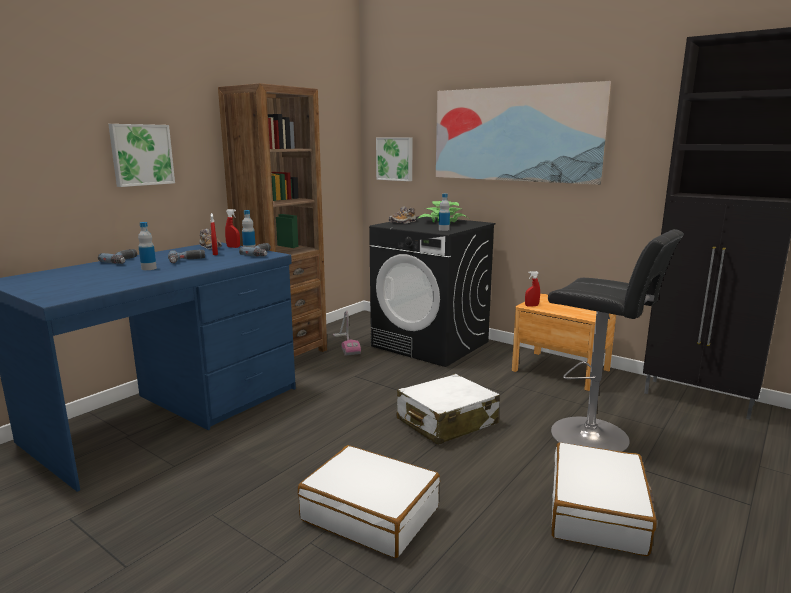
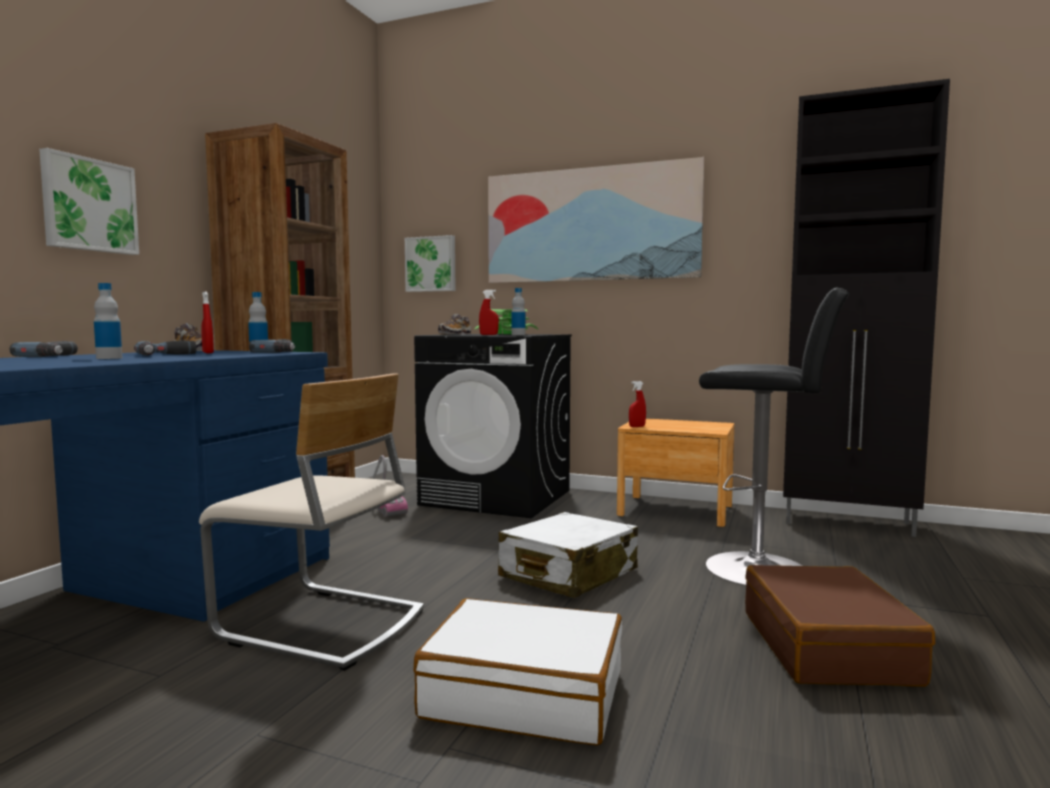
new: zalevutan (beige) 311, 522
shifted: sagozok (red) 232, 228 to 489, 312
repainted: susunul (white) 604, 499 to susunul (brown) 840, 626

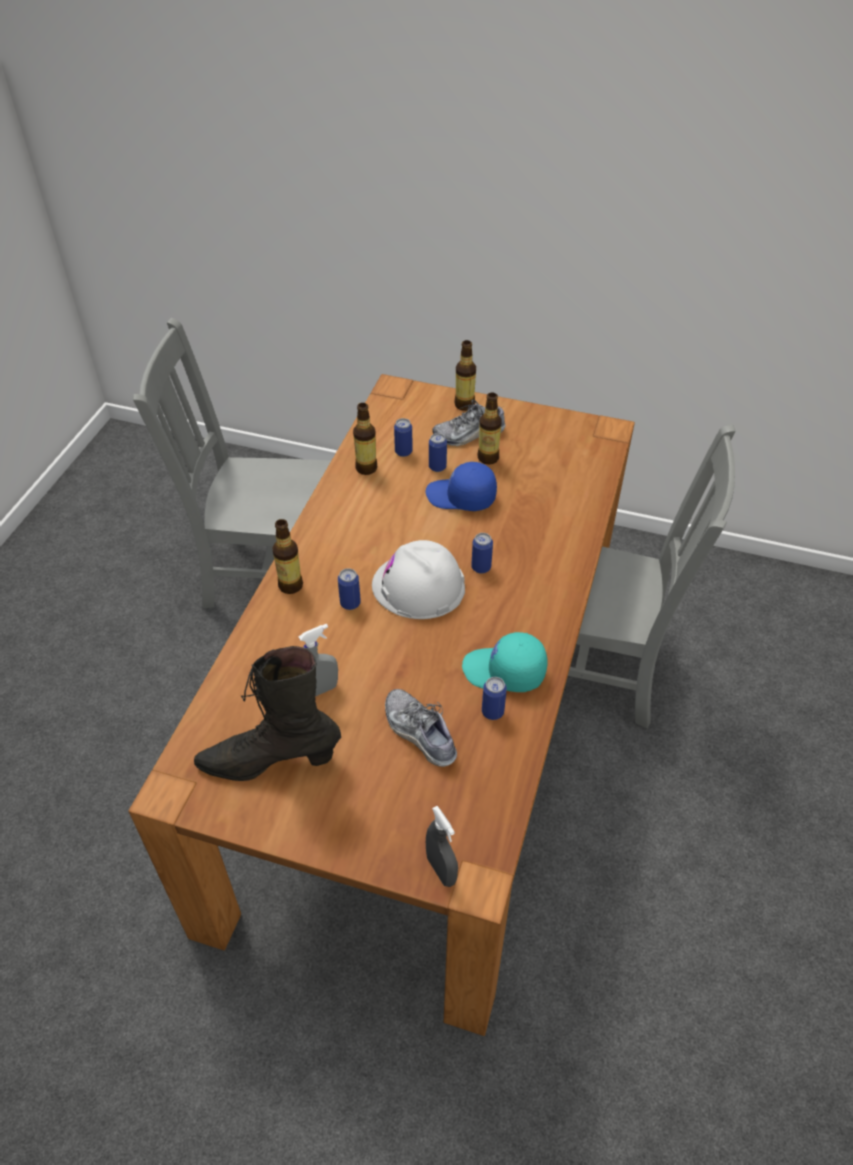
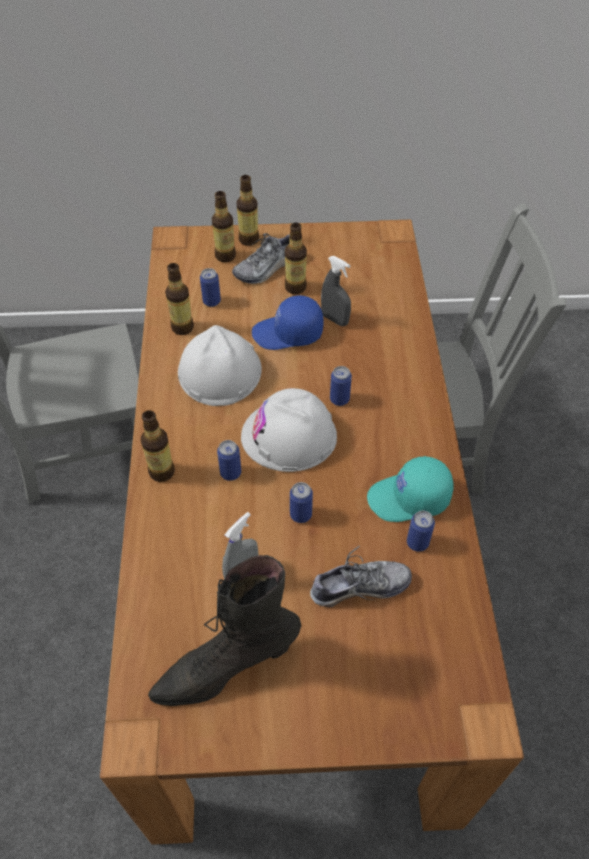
new: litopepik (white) 220, 365; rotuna 224, 226
shifted: sagozok (grey) 442, 846 to 336, 291; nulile 438, 452 to 301, 502
rotated: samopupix 421, 728 = 361, 576 135 degrees clockwise

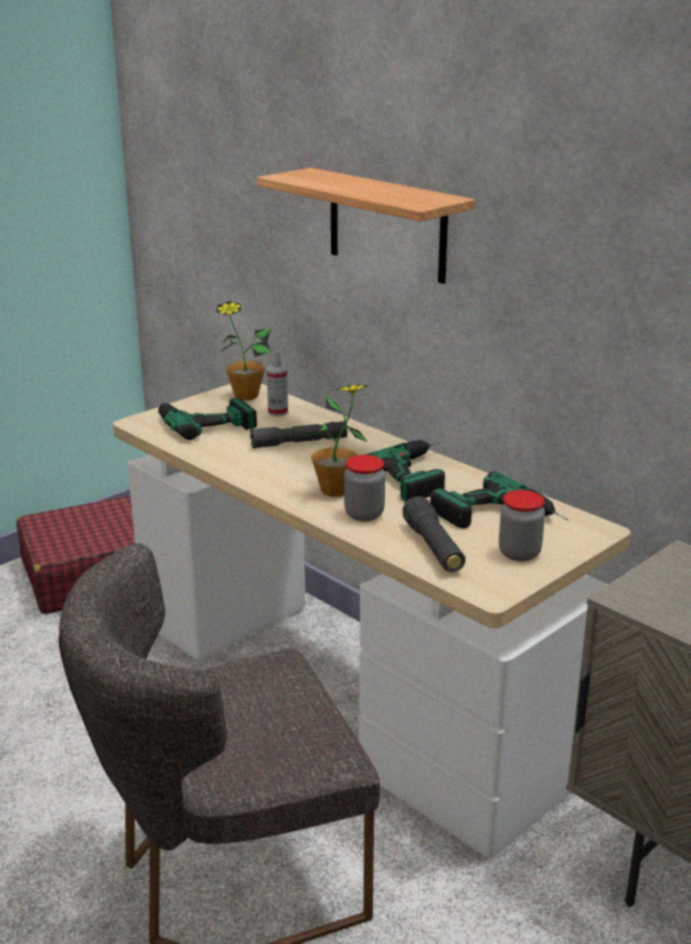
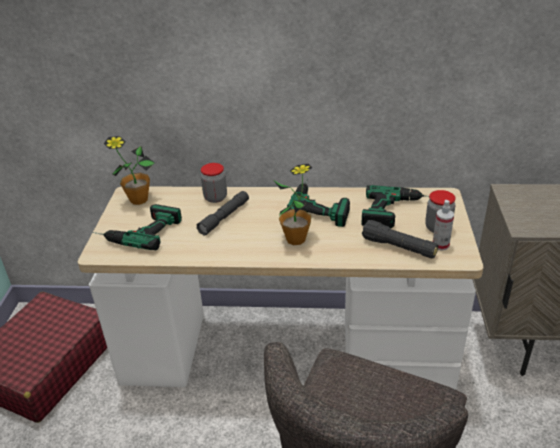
gone: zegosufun 366, 226
shifted: sagozok 277, 383 to 443, 225; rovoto 364, 488 to 214, 183

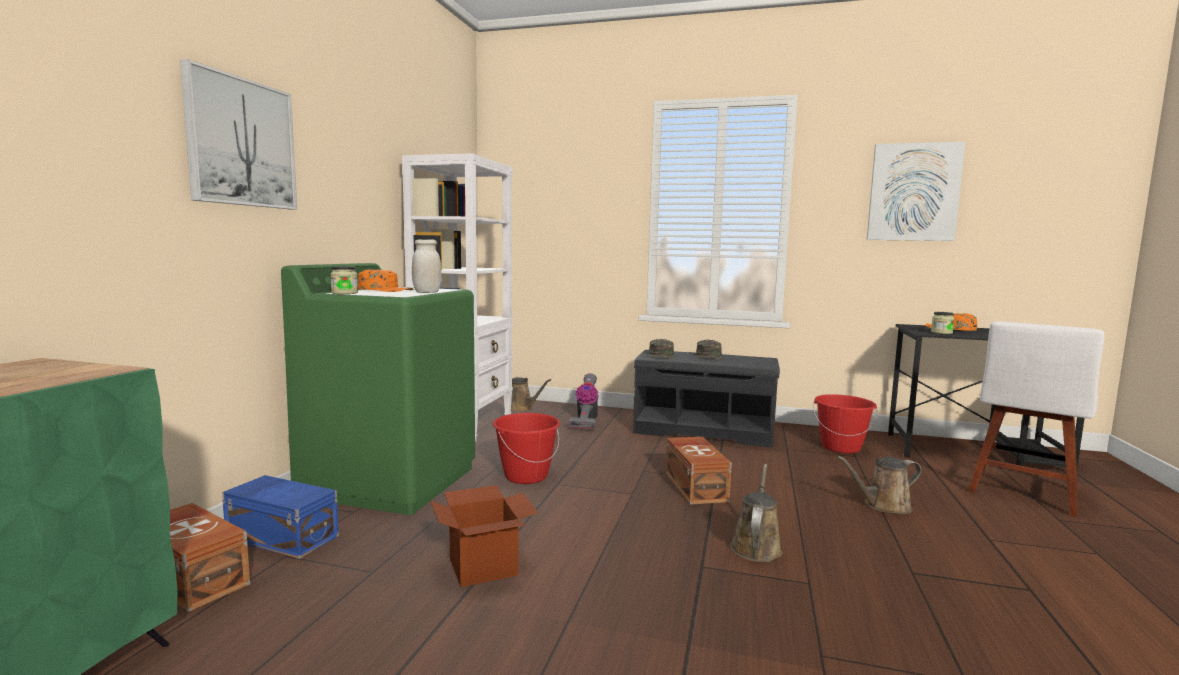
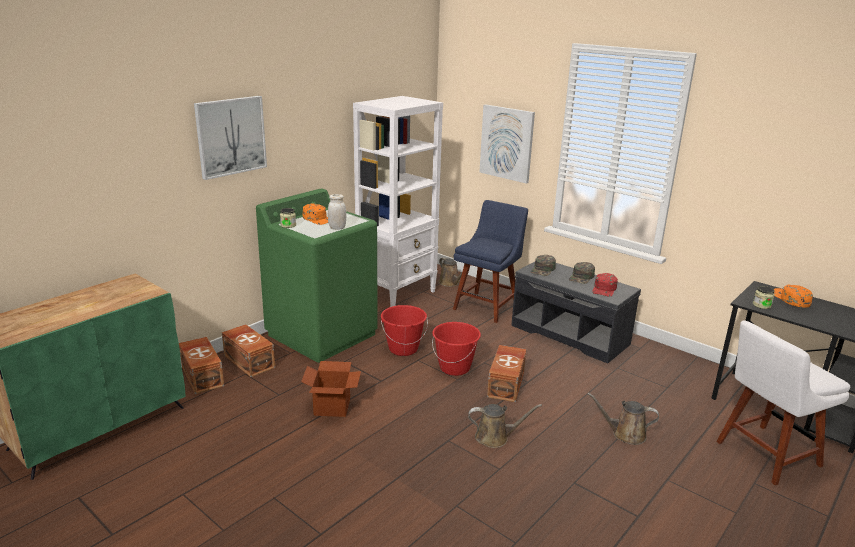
new: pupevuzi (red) 605, 285
shifted: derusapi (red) 845, 424 to 456, 349; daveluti 916, 191 to 507, 144
swapped: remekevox 583, 401 to zalevutan (blue) 490, 261
repainted: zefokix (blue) 280, 517 to zefokix (brown) 248, 350
rotated: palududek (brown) 756, 513 = 505, 426 45 degrees clockwise

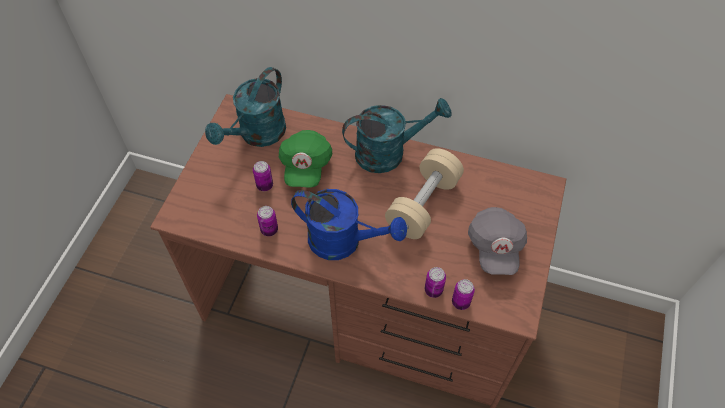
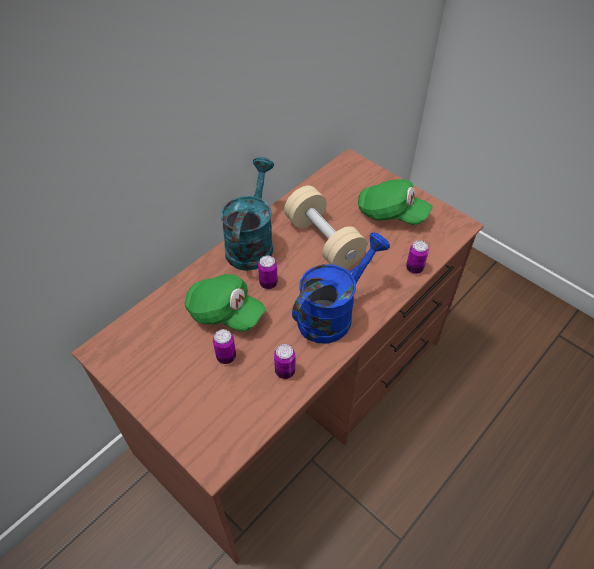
gone: palududek (turquoise) 245, 107
shifted: nulile 463, 294 to 268, 272
repainted: pupevuzi (grey) 497, 241 to pupevuzi (green) 395, 202

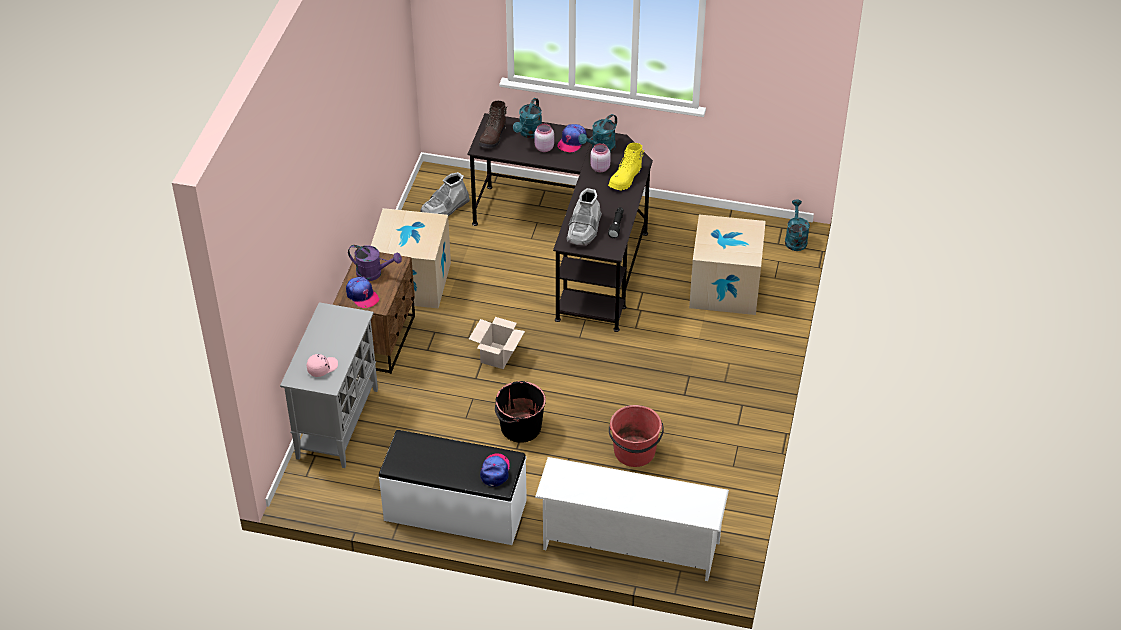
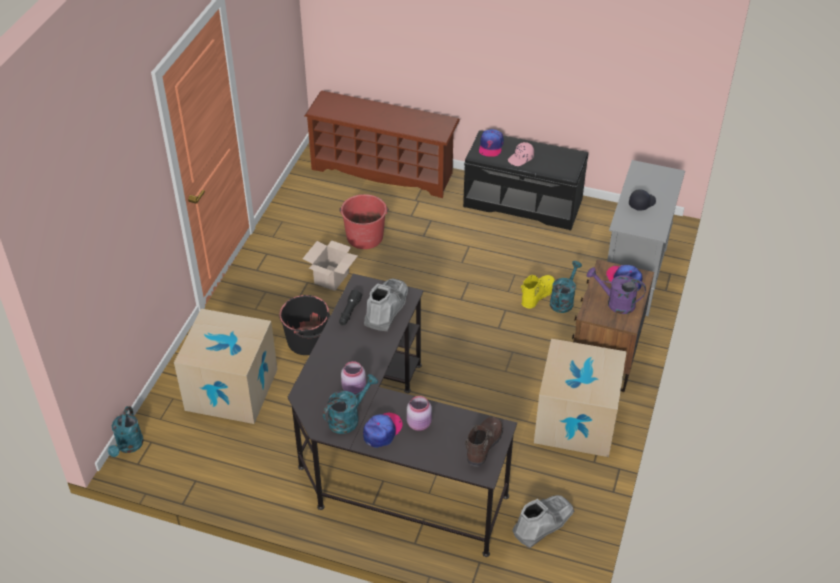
new: pupevuzi (black) 642, 200
shifted: pupevuzi (pink) 322, 365 to 521, 154; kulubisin 497, 343 to 330, 265; derusapi (black) 520, 412 to 304, 325; palududek (turquoise) 527, 118 to 566, 287; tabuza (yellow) 626, 166 to 538, 292
repainted: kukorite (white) 453, 487 to kukorite (black) 525, 180; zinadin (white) 632, 519 to zinadin (brown) 382, 144

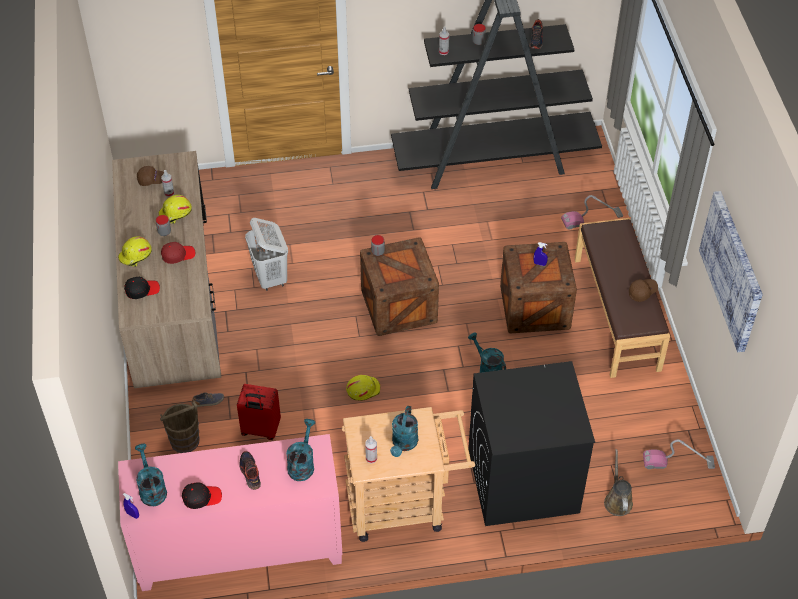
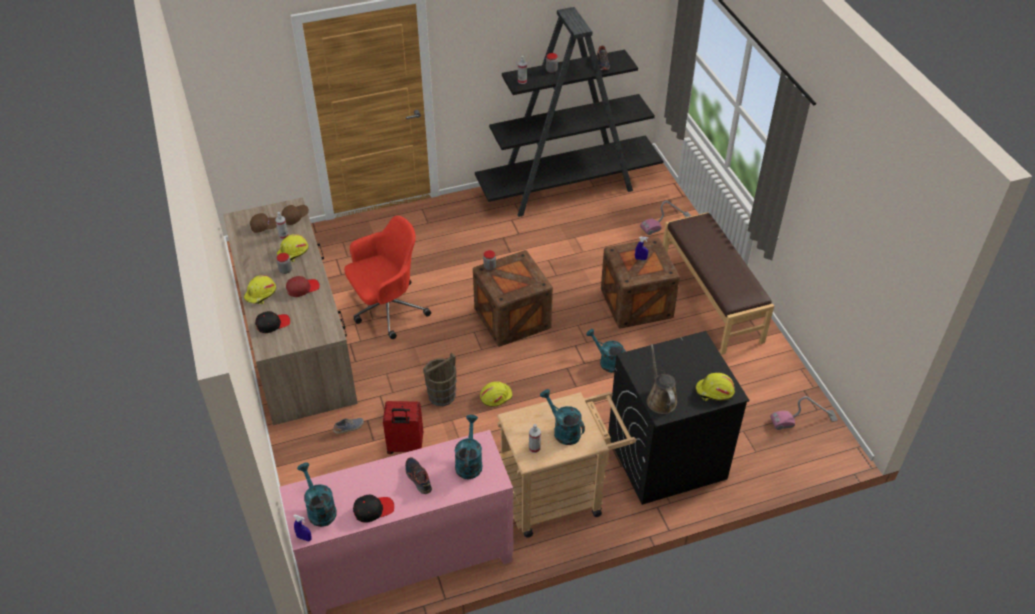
gone: daveluti 731, 271
new: litopepik (yellow) 715, 387
shifted: derusapi (brown) 180, 427 to 440, 379; palududek (brown) 618, 482 to 662, 379; pupevuzi (brown) 643, 290 to 295, 215
swapped: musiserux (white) 266, 254 to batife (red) 387, 277
rotated: palududek (turquoise) 404, 431 = 562, 417 135 degrees clockwise

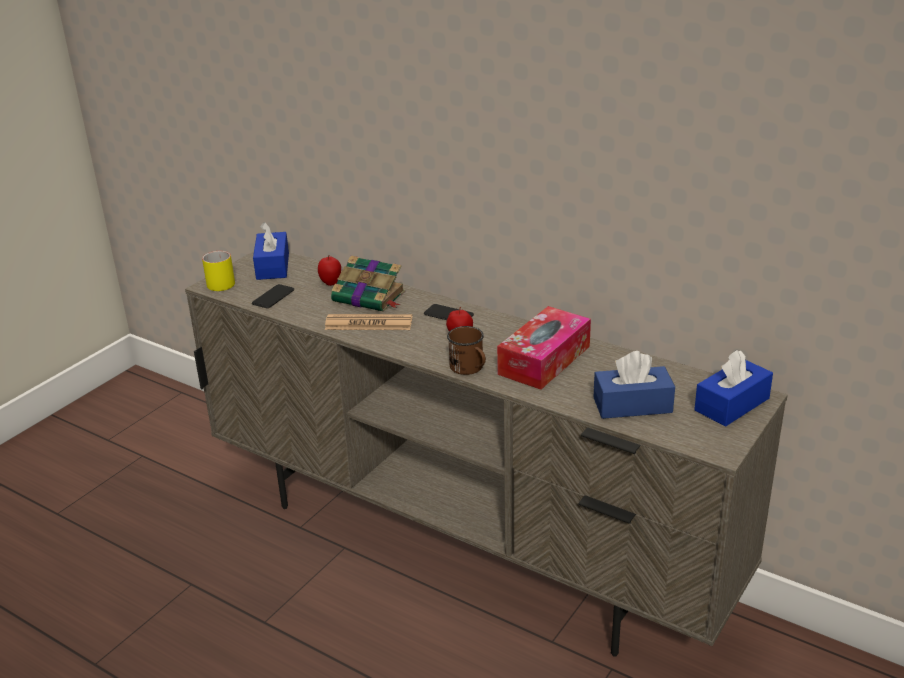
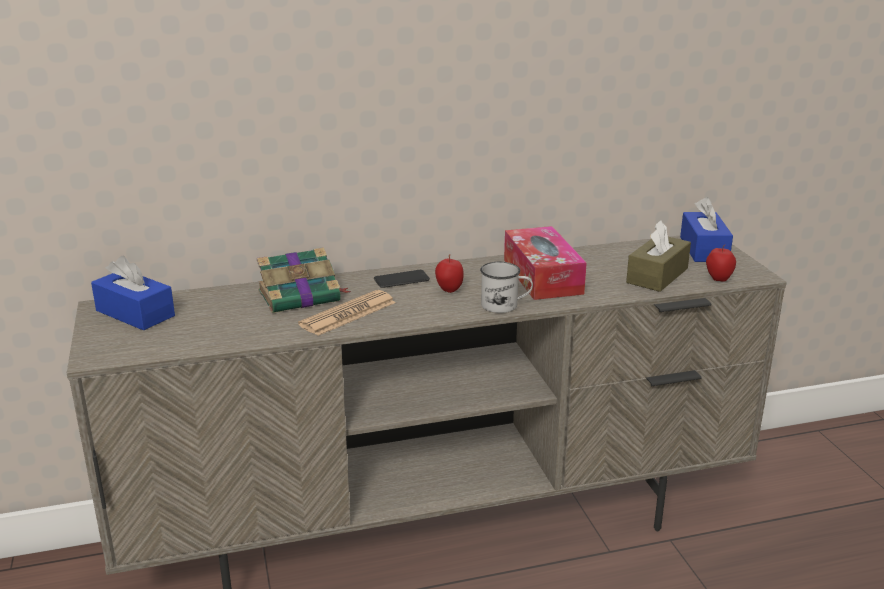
gone: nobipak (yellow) 218, 271; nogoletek 273, 296
shifted: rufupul 329, 270 to 721, 263
repainted: nobipak (brown) 466, 350 to nobipak (white) 506, 287; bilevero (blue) 634, 385 to bilevero (brown) 658, 256

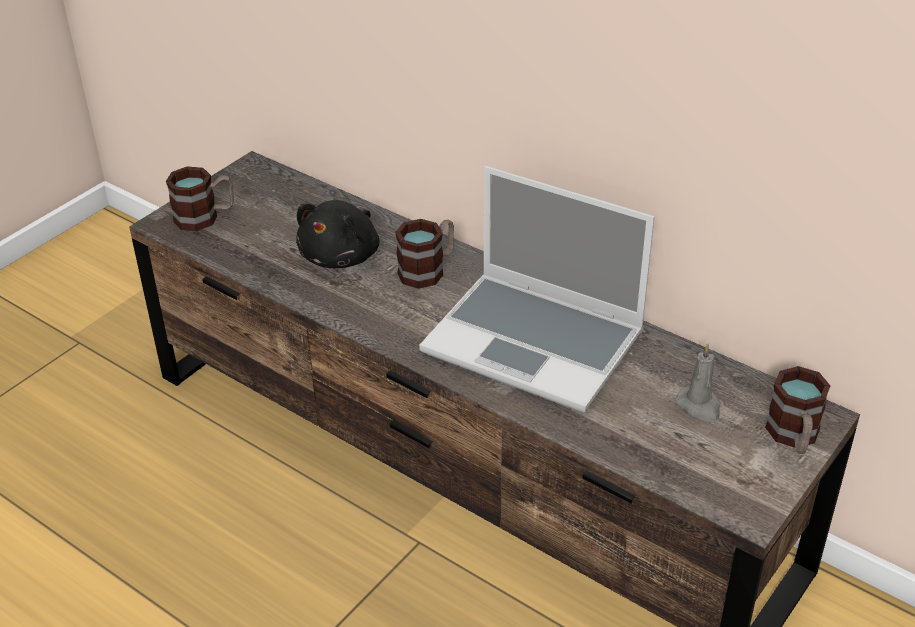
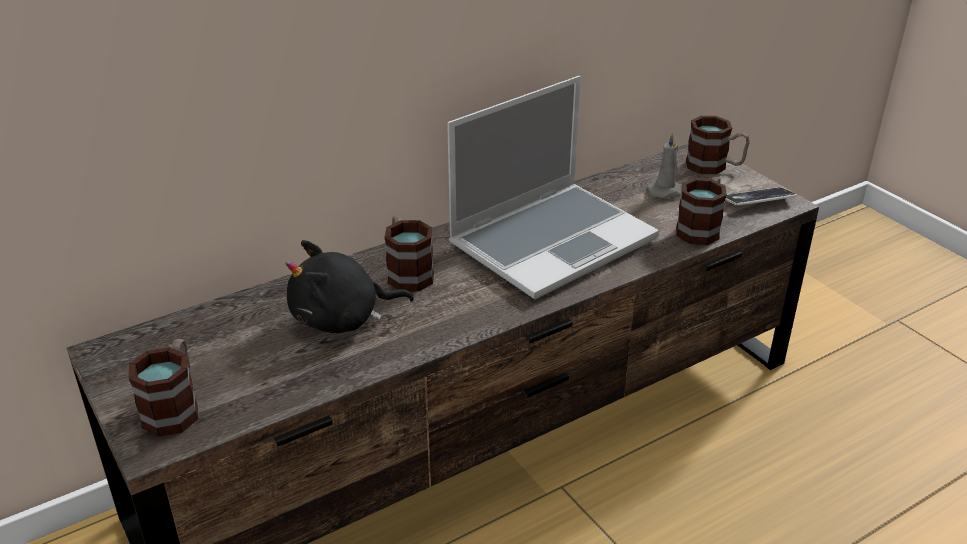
new: nobipak 701, 210; nogoletek 760, 196
rotated: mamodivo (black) 337, 234 = 349, 286 120 degrees clockwise

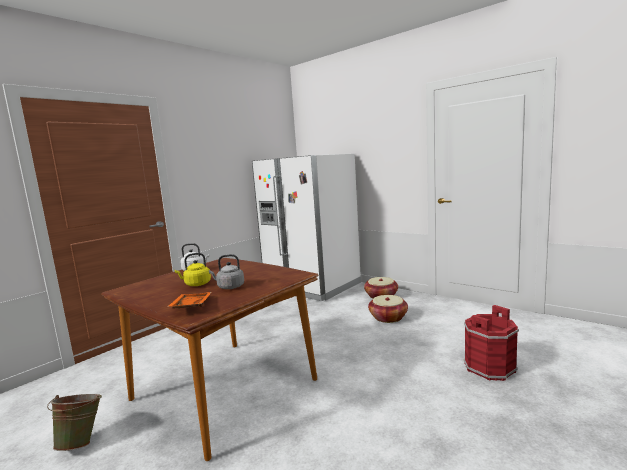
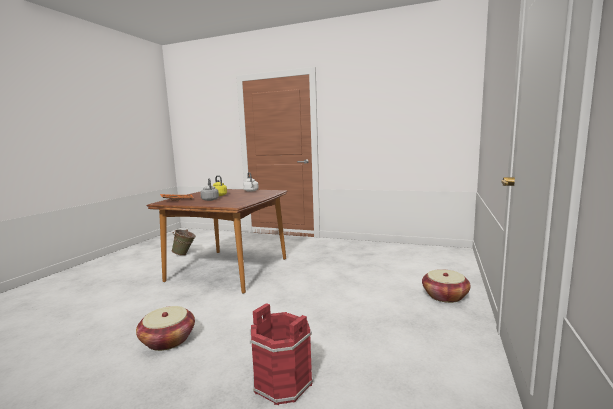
gone: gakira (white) 306, 227
shifted: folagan 388, 309 to 165, 328

